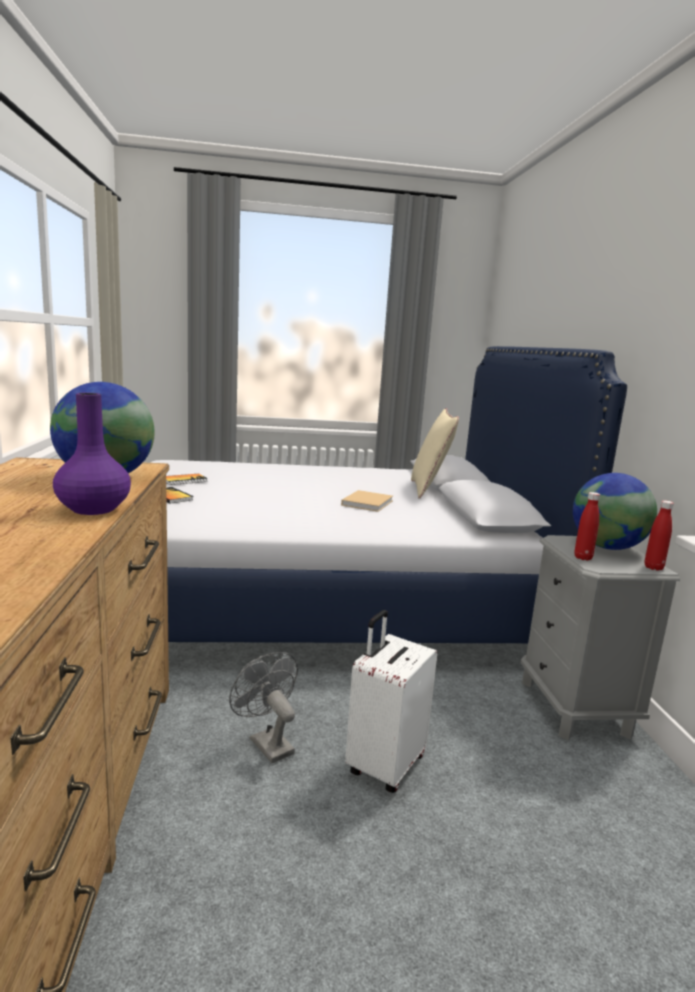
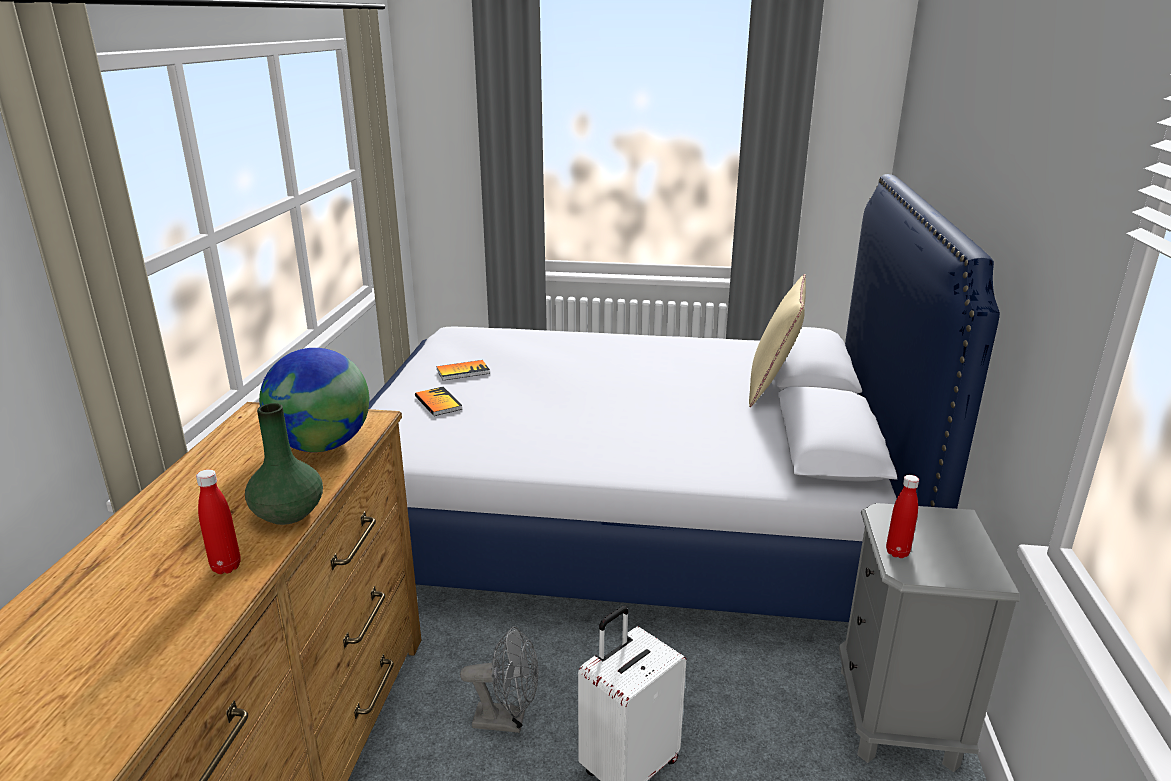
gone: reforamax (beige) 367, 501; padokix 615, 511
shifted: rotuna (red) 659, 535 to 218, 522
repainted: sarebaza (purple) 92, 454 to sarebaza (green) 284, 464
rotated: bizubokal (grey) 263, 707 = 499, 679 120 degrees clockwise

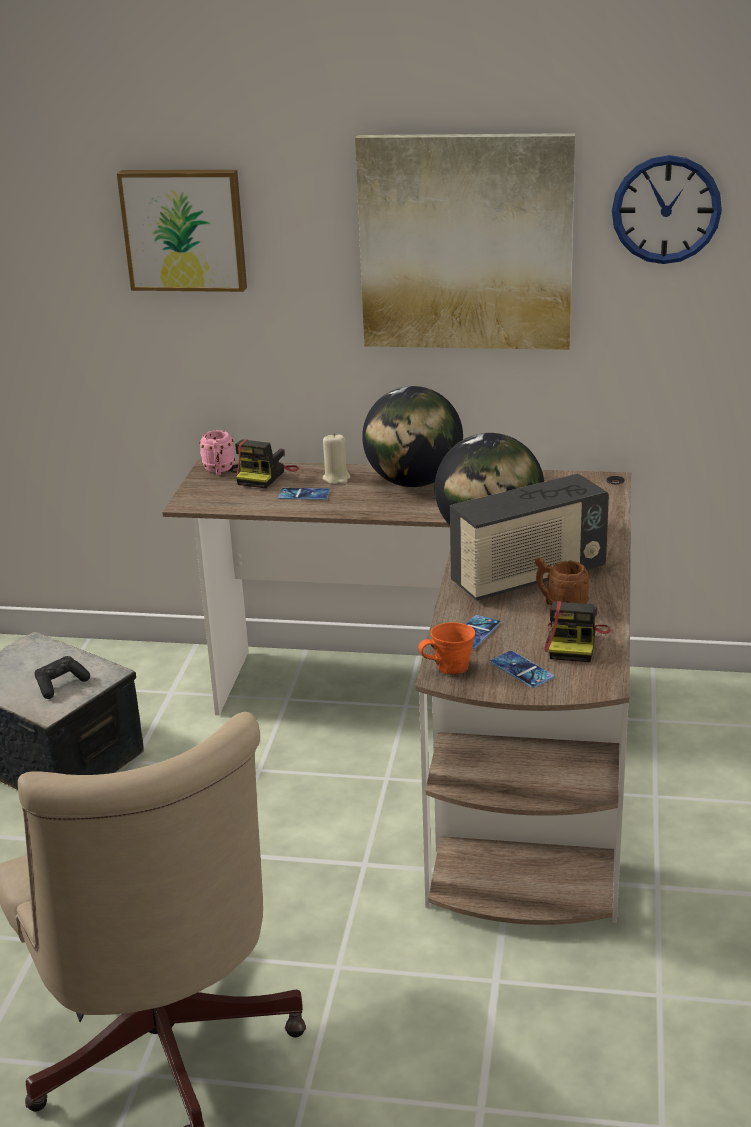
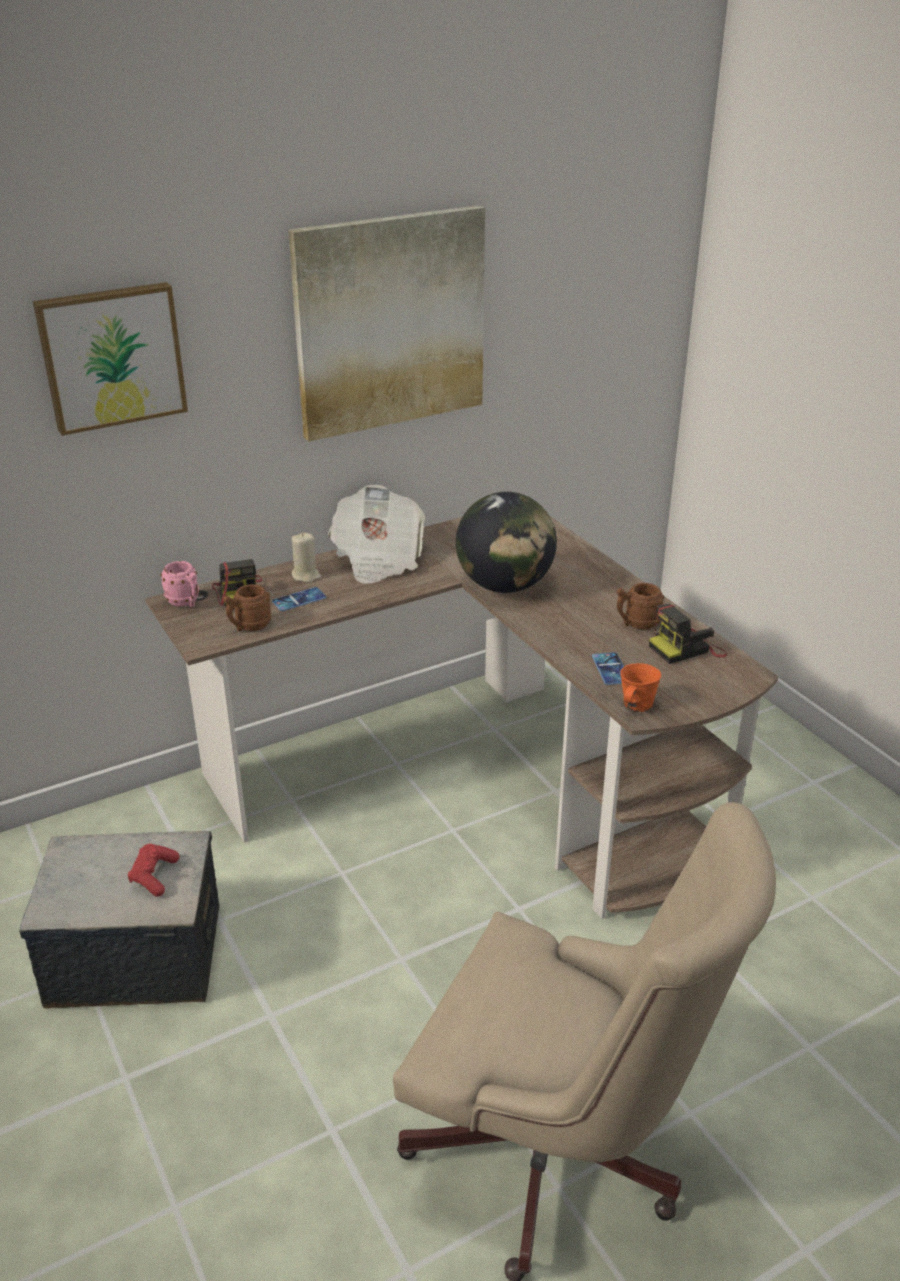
gone: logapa 529, 537; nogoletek 522, 669; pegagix 667, 209
new: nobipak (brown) 247, 608
swapped: padokix 412, 436 to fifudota 376, 534
repainted: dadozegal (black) 62, 677 to dadozegal (red) 154, 870
rotated: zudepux 577, 631 = 688, 634 90 degrees clockwise

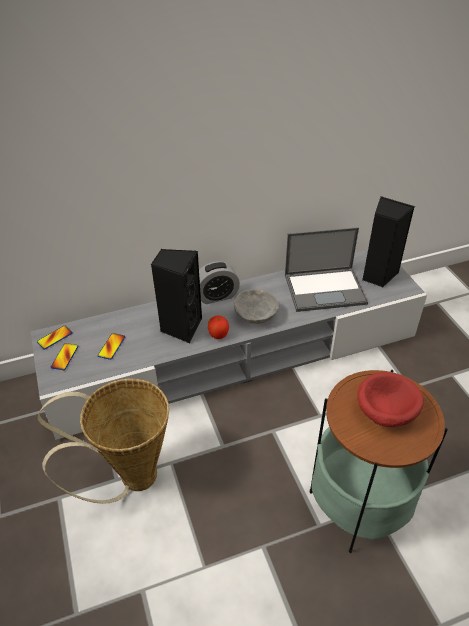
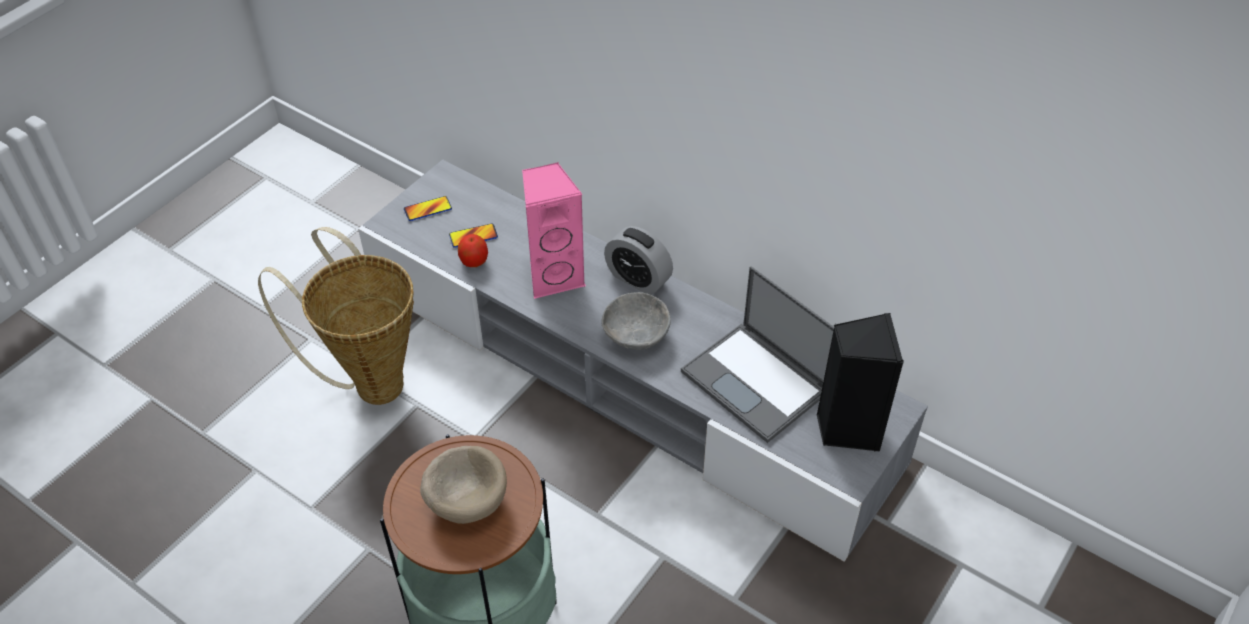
gone: nogoletek 55, 338
shifted: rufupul 218, 327 to 473, 250
repainted: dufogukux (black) 176, 295 to dufogukux (pink) 554, 230; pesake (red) 390, 399 to pesake (beige) 463, 485

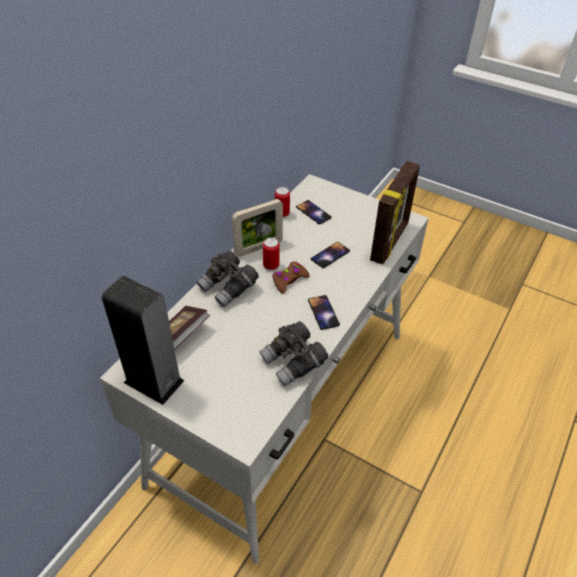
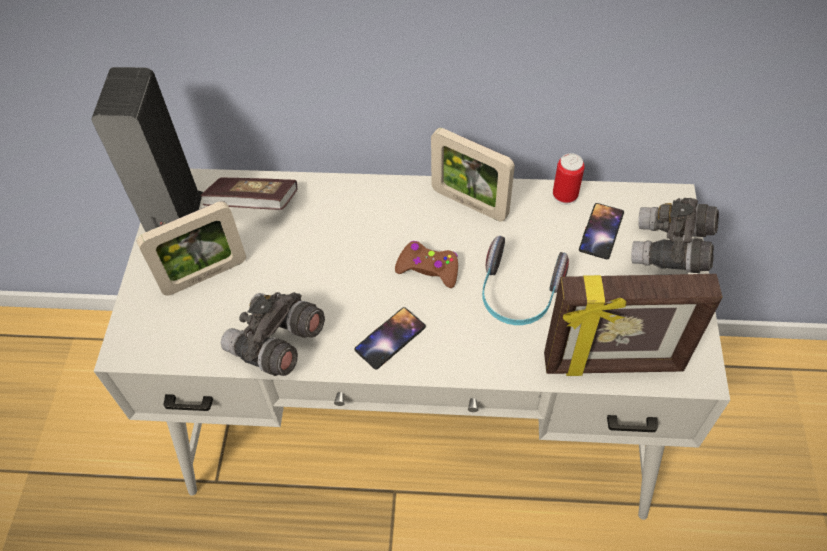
gone: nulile 271, 254
new: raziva 191, 248
shifted: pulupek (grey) 228, 279 to 675, 235
swapped: nogoletek 330, 255 to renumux 525, 280

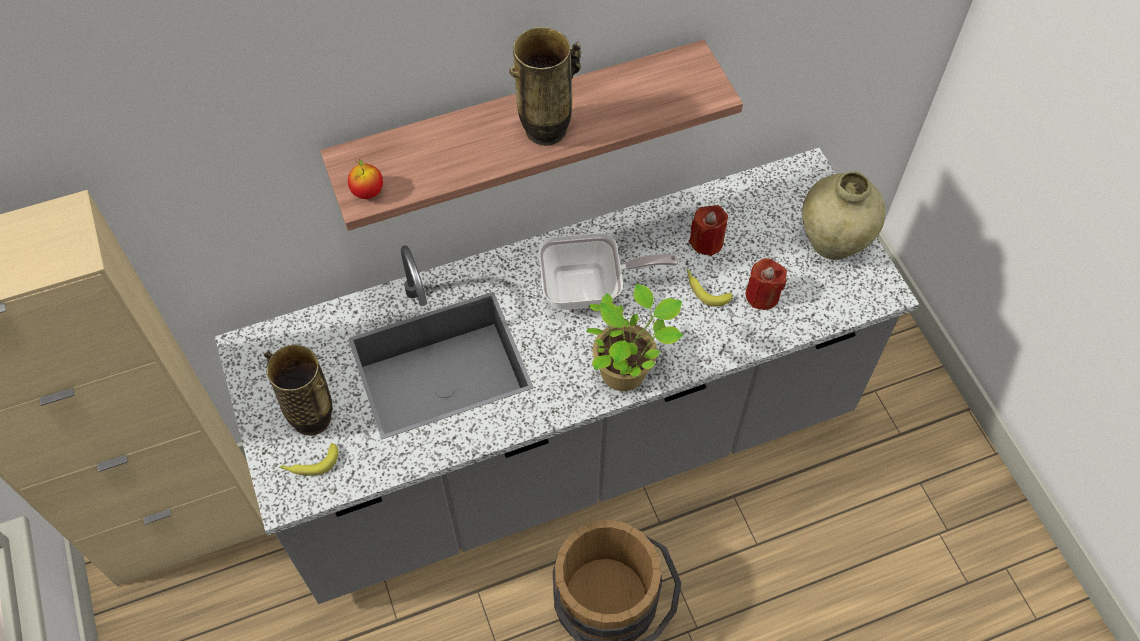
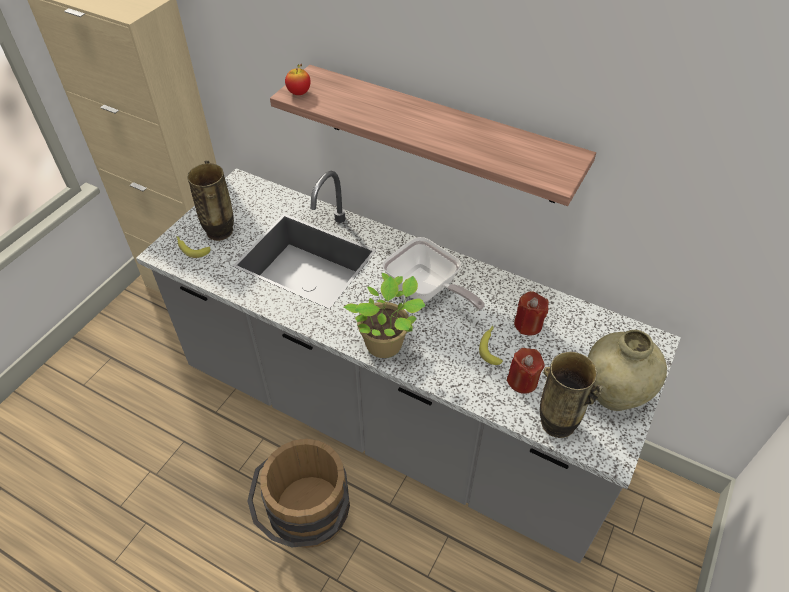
shifted: sarebaza 545, 86 to 571, 395

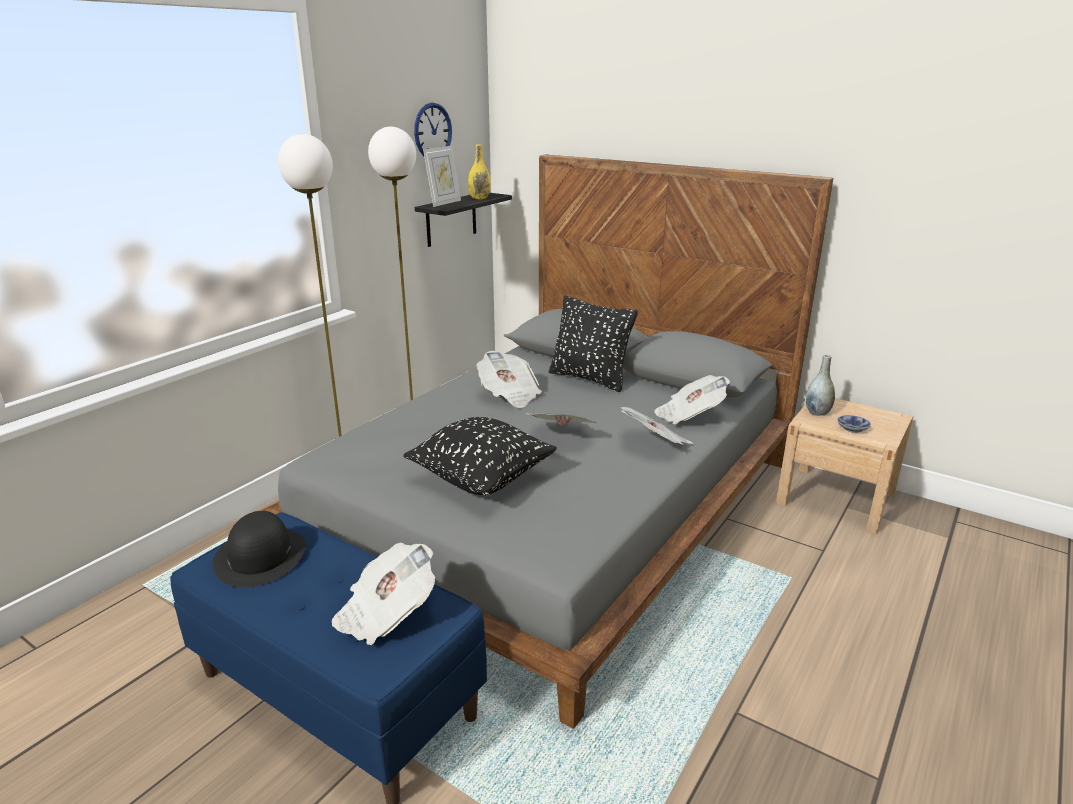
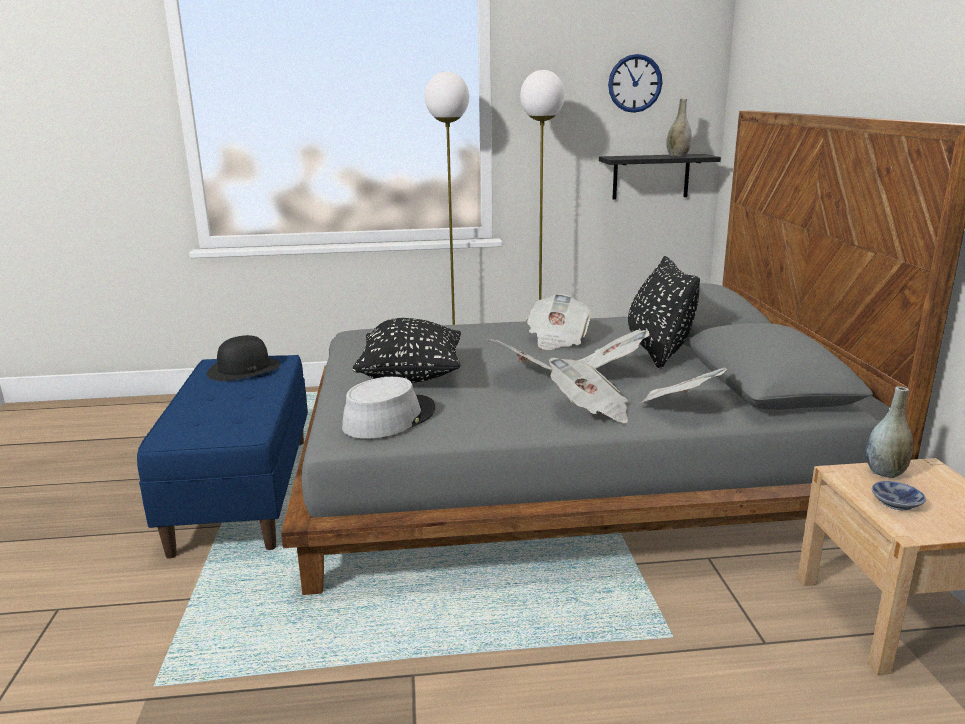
gone: raziva 442, 176
new: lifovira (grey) 388, 408
shifted: fifudota 383, 594 to 613, 349
repainted: sarebaza (yellow) 479, 171 to sarebaza (grey) 679, 127

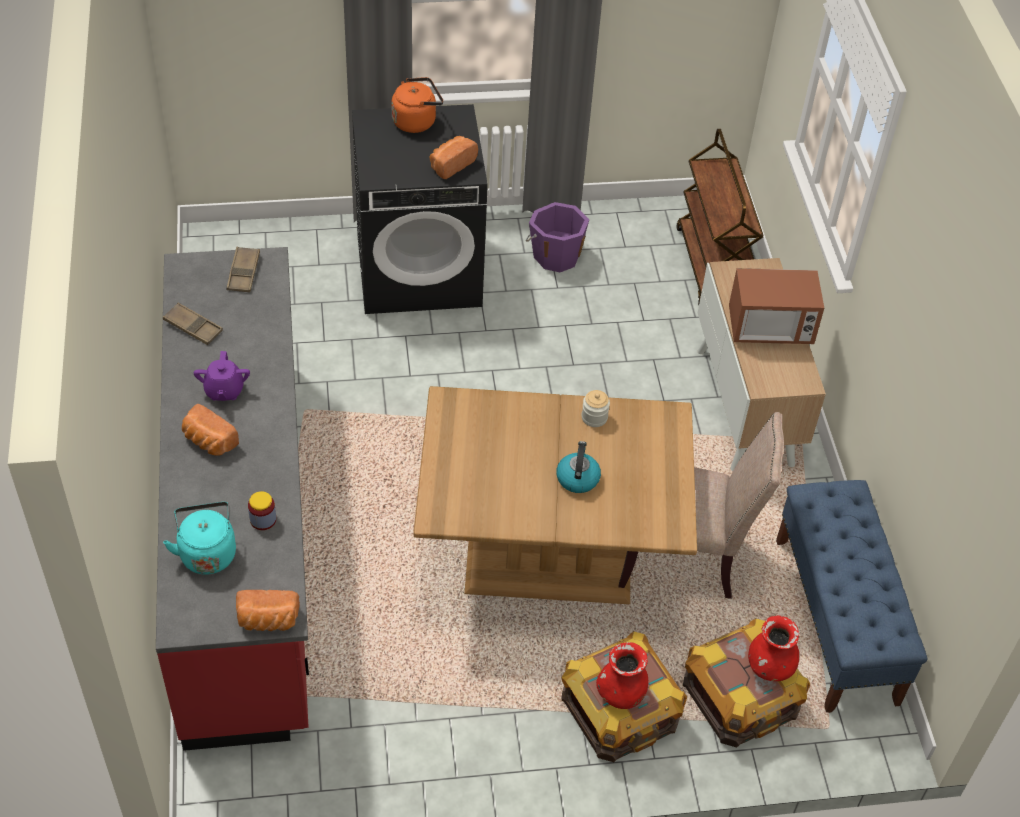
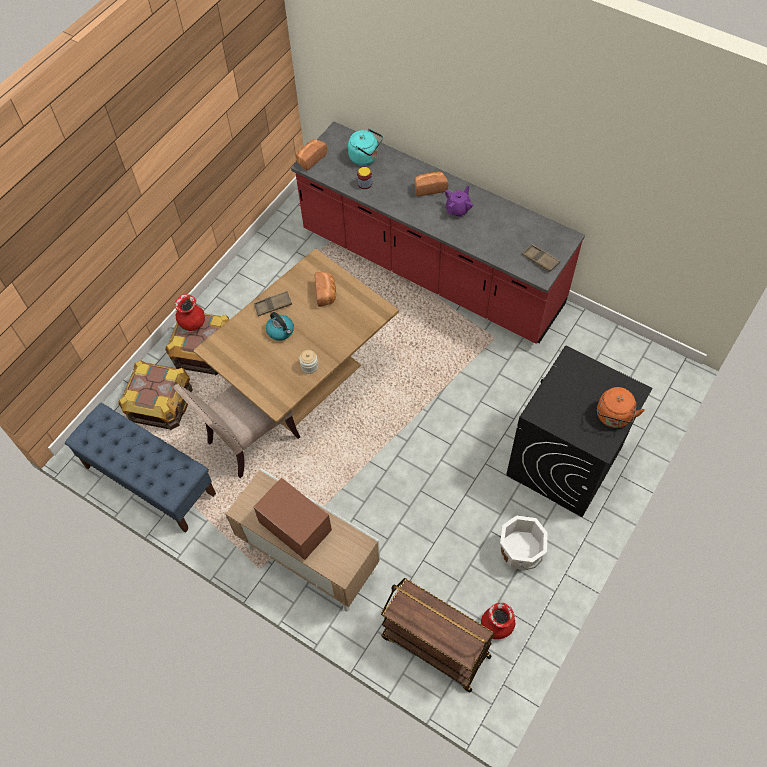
shifted: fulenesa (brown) 193, 324 to 273, 303; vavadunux 454, 157 to 325, 289; sarebaza (red) 773, 648 to 498, 621
repainted: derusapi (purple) 557, 237 to derusapi (white) 524, 543
rotated: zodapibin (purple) 222, 376 = 459, 201 90 degrees clockwise; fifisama 776, 306 = 292, 518 90 degrees clockwise

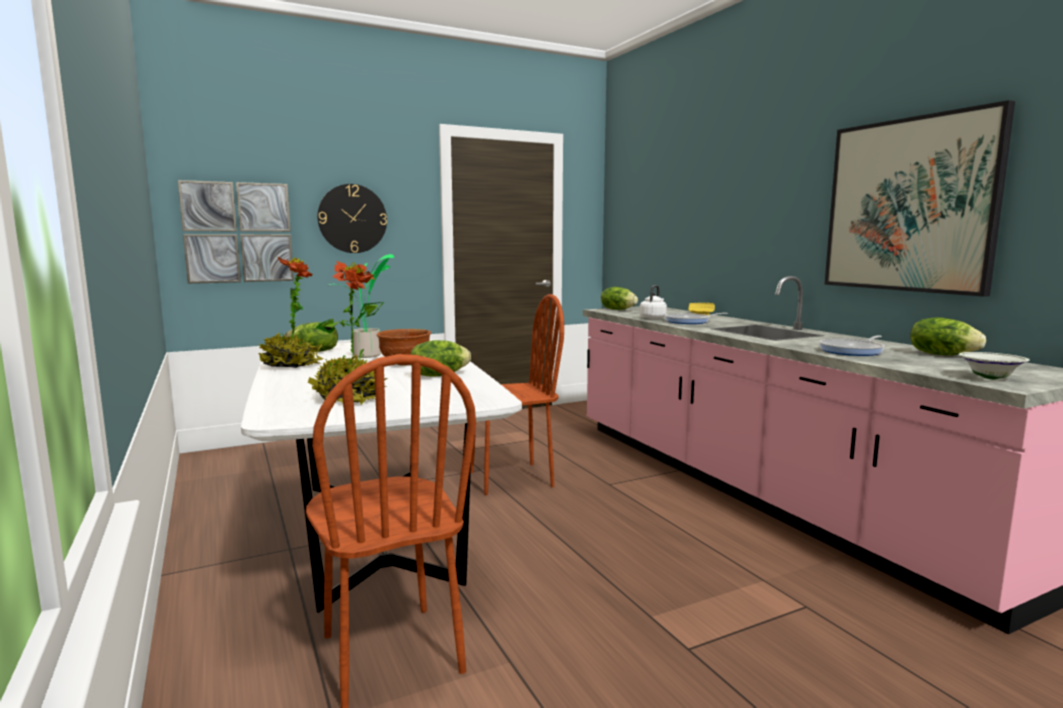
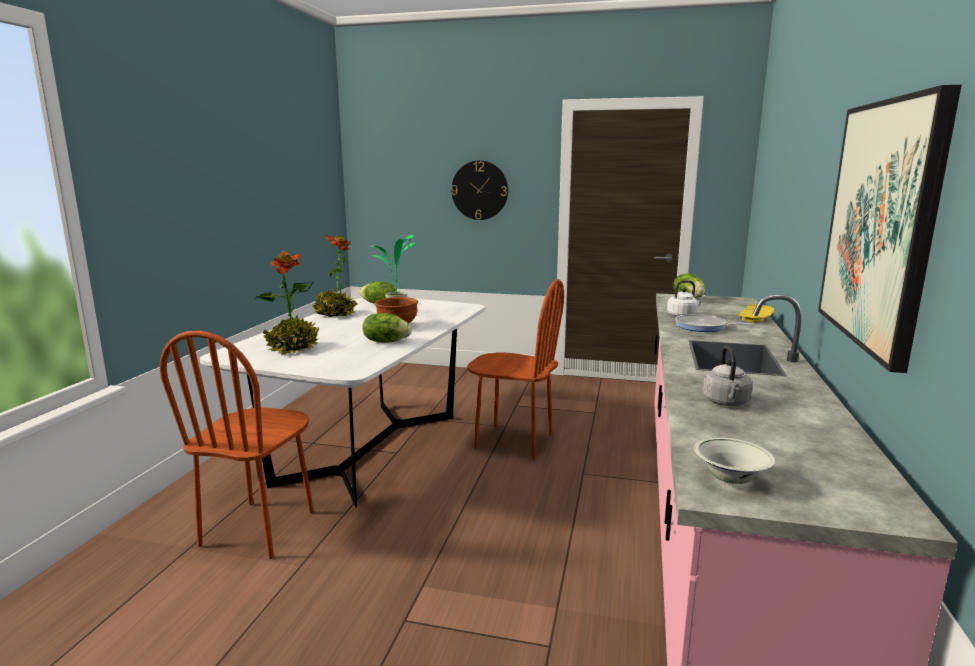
gone: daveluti 236, 232; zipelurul 948, 336
swapped: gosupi 852, 345 to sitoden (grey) 728, 376

